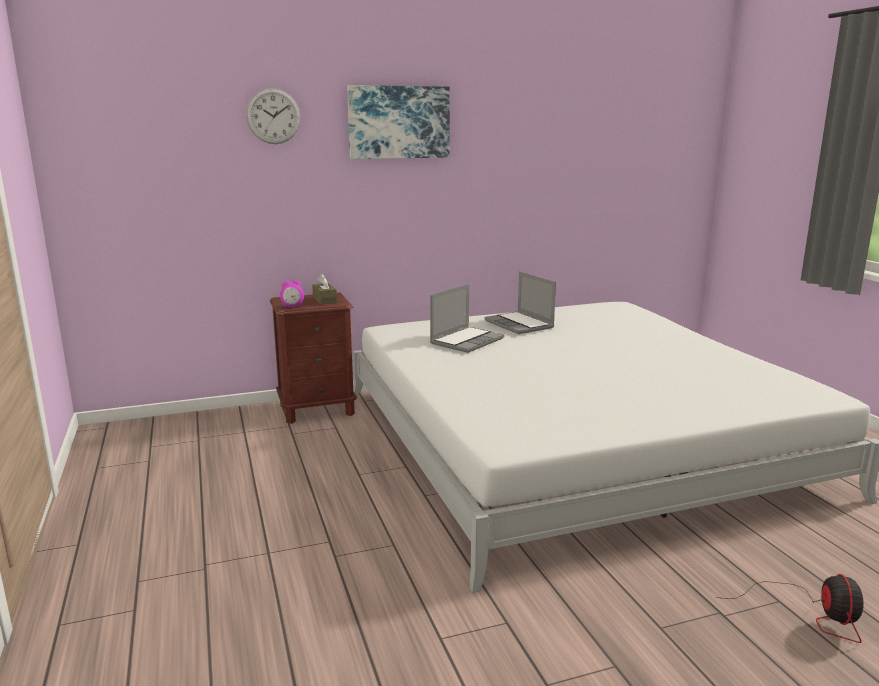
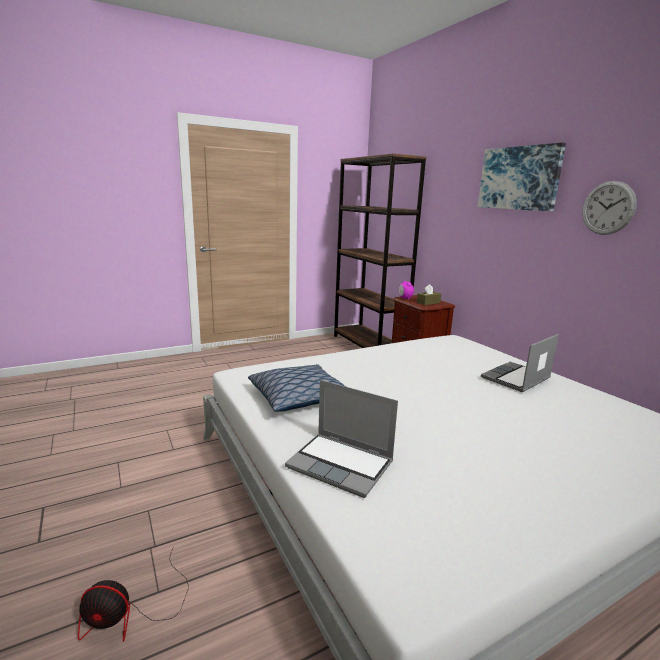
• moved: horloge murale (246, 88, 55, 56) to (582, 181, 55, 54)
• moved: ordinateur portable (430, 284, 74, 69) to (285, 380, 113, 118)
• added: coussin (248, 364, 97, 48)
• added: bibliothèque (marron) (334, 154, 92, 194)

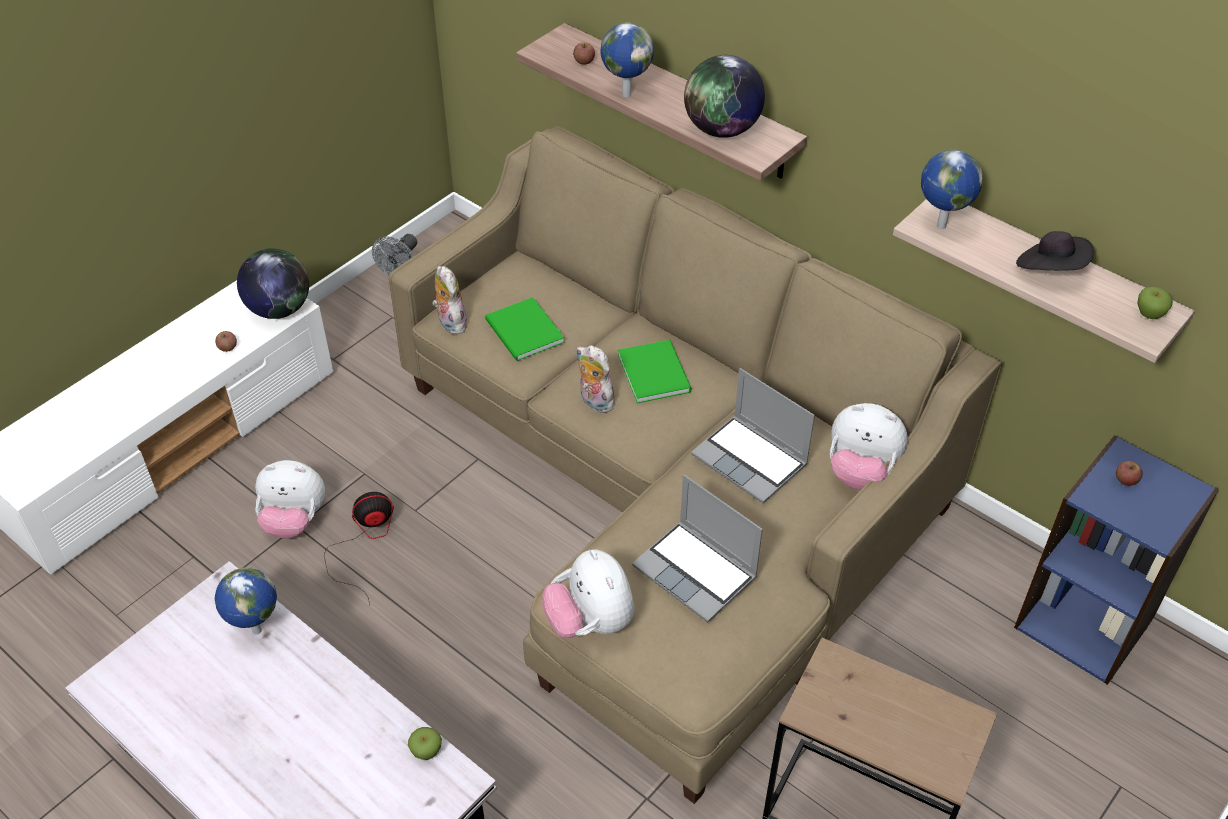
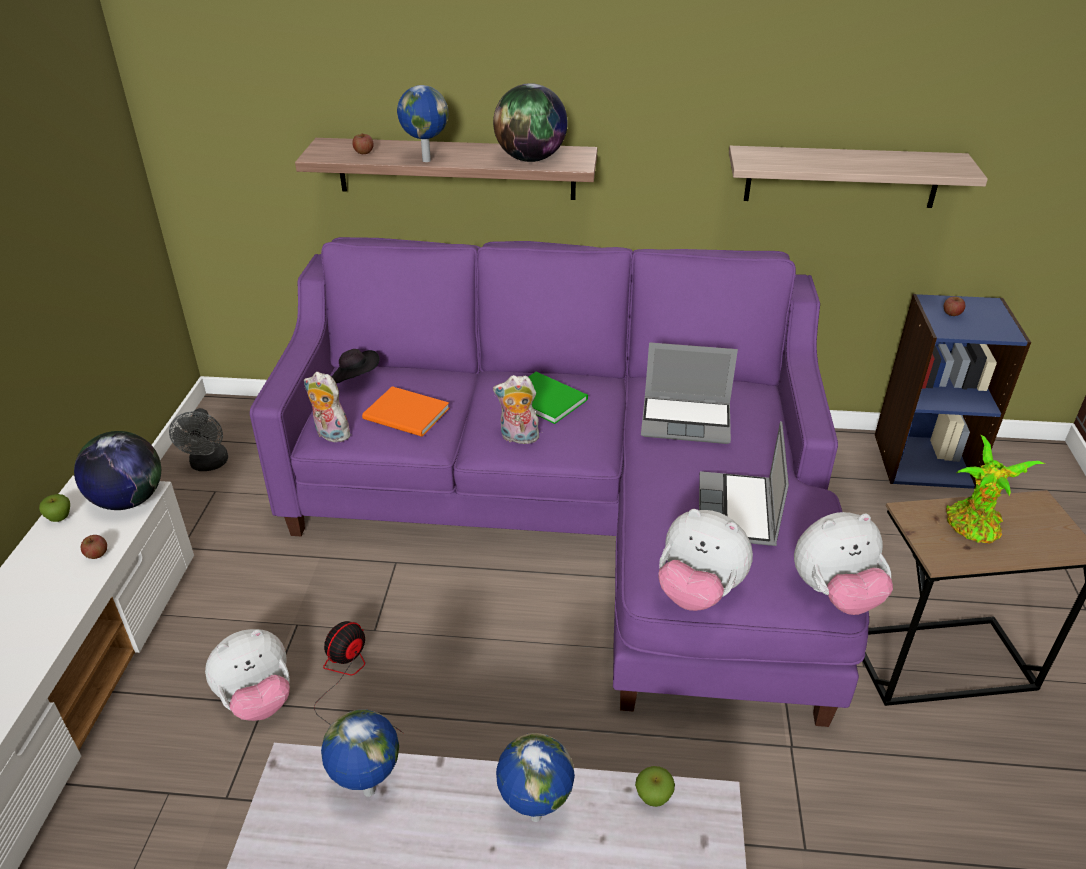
• recoloured: canapé (beige) (389, 126, 613, 678) to canapé (violet) (250, 237, 619, 490)
• recoloured: livre (vert) (485, 297, 80, 64) to livre (orange) (362, 386, 87, 51)
• turned: ordinateur portable (632, 474, 131, 149) = (699, 421, 90, 125) 90 degrees clockwise
• moved: peluche (830, 403, 78, 87) to (794, 512, 99, 103)
• moved: globe (921, 150, 62, 79) to (496, 733, 79, 89)
• moved: chapeau (noir) (1016, 231, 78, 40) to (332, 349, 47, 34)
• moved: pomme (1137, 287, 35, 32) to (39, 494, 31, 28)
• added: plante en pot (946, 435, 99, 108)

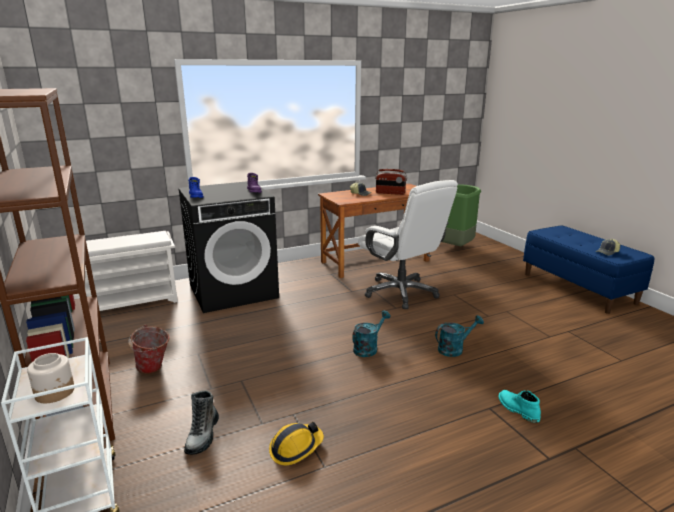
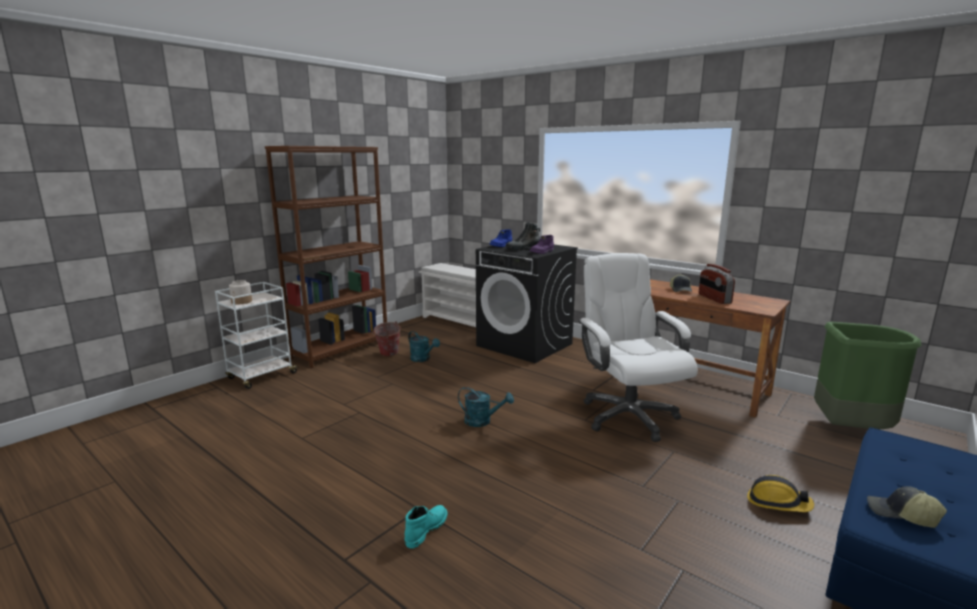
• moved: botte (184, 391, 35, 64) to (506, 222, 34, 28)
• moved: casque de chantier (269, 422, 55, 43) to (747, 475, 67, 37)
• turned: chaise de bureau (blanc) (358, 180, 100, 129) = (578, 253, 120, 189) 135 degrees clockwise
• moved: arrosoir (turquoise) (435, 315, 49, 42) to (408, 331, 32, 31)

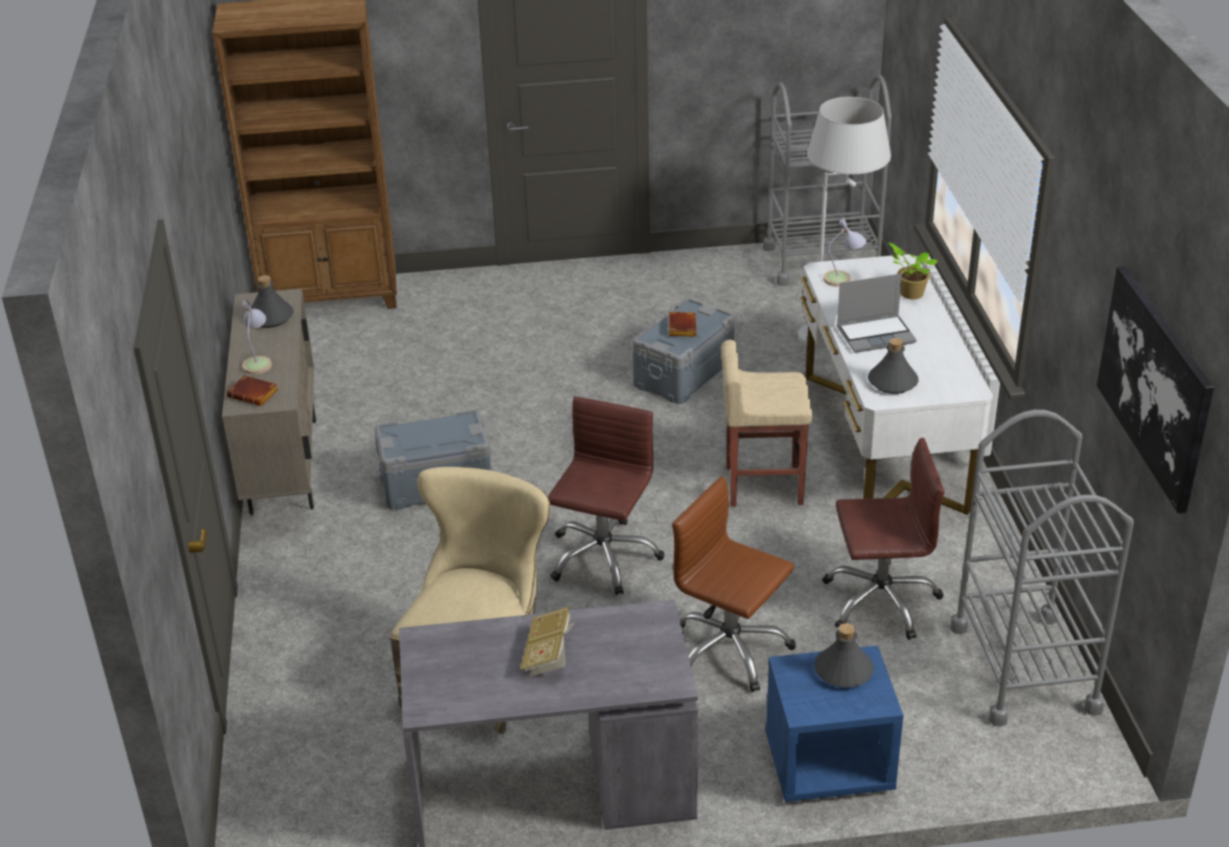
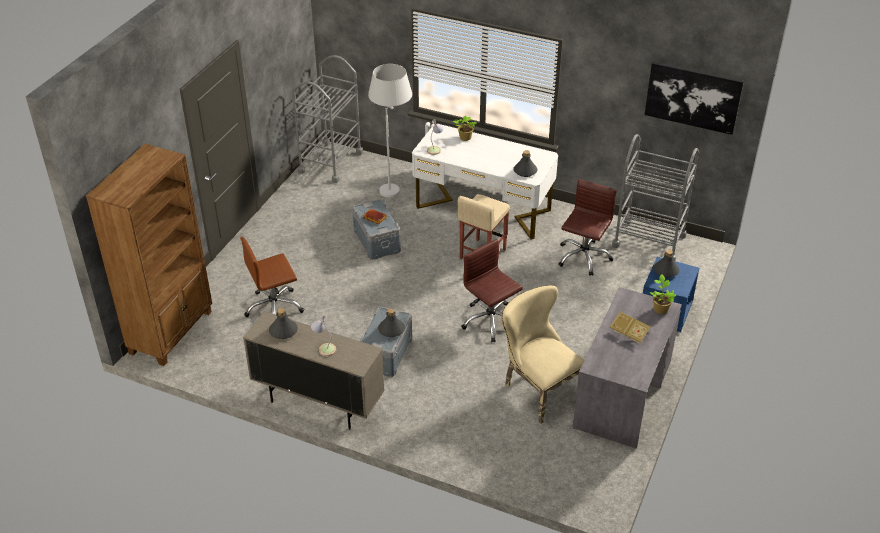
• removed: livre (marron) (227, 375, 52, 31)
• moved: chaise de bureau (marron) (672, 476, 124, 216) to (240, 237, 64, 80)
• removed: ordinateur portable (837, 273, 80, 80)
• added: bouteille (gris) (378, 308, 27, 29)
• added: plante en pot (650, 274, 27, 40)

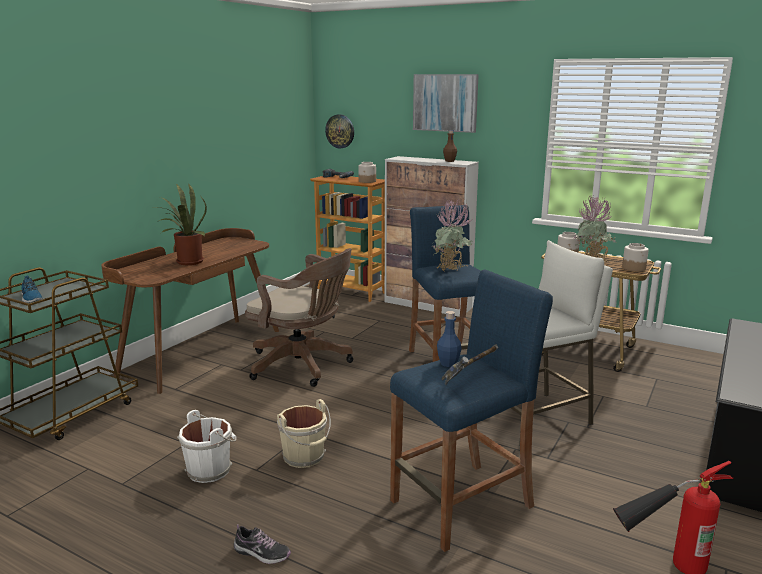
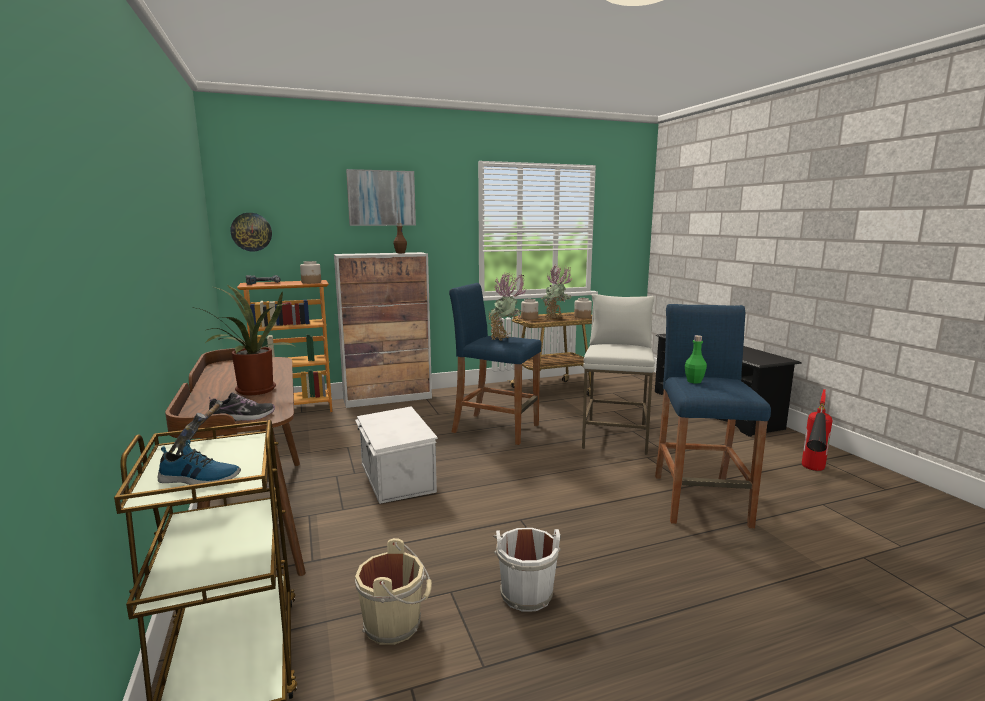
• moved: chaussure (234, 524, 57, 40) to (209, 392, 66, 29)
• replaced: chaise de bureau (marron) (245, 248, 108, 139) to boîte de rangement (blanc) (355, 406, 83, 98)
• moved: seau (beige) (277, 399, 54, 69) to (355, 538, 77, 107)
• recoloured: bouteille (bleu) (437, 311, 25, 56) to bouteille (vert) (685, 335, 22, 48)
• moved: marteau (441, 344, 57, 41) to (169, 400, 54, 55)

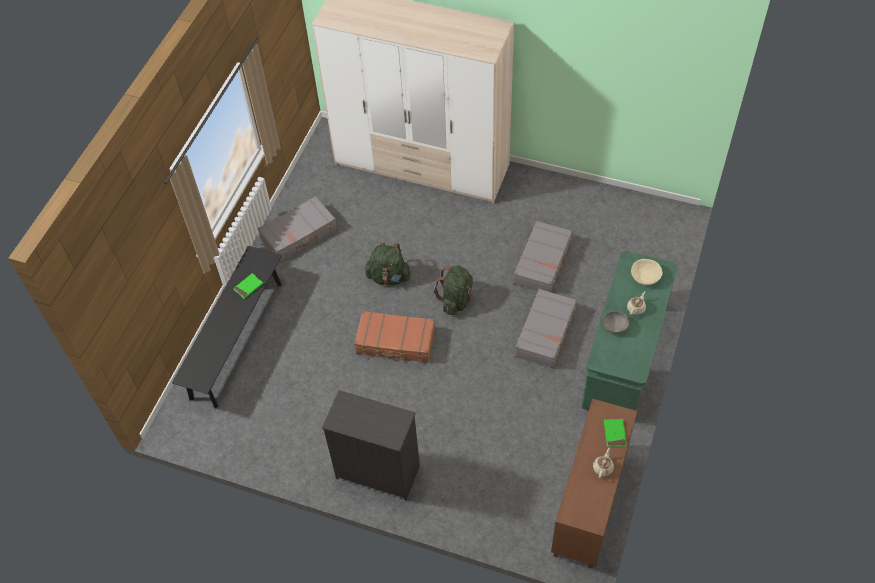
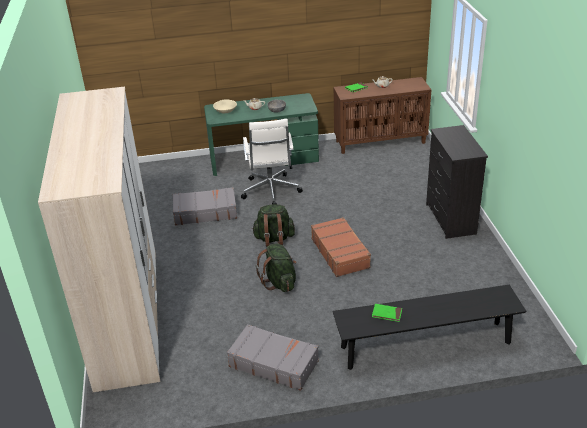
• replaced: valise (gris) (515, 289, 62, 79) to chaise de bureau (blanc) (241, 119, 62, 86)

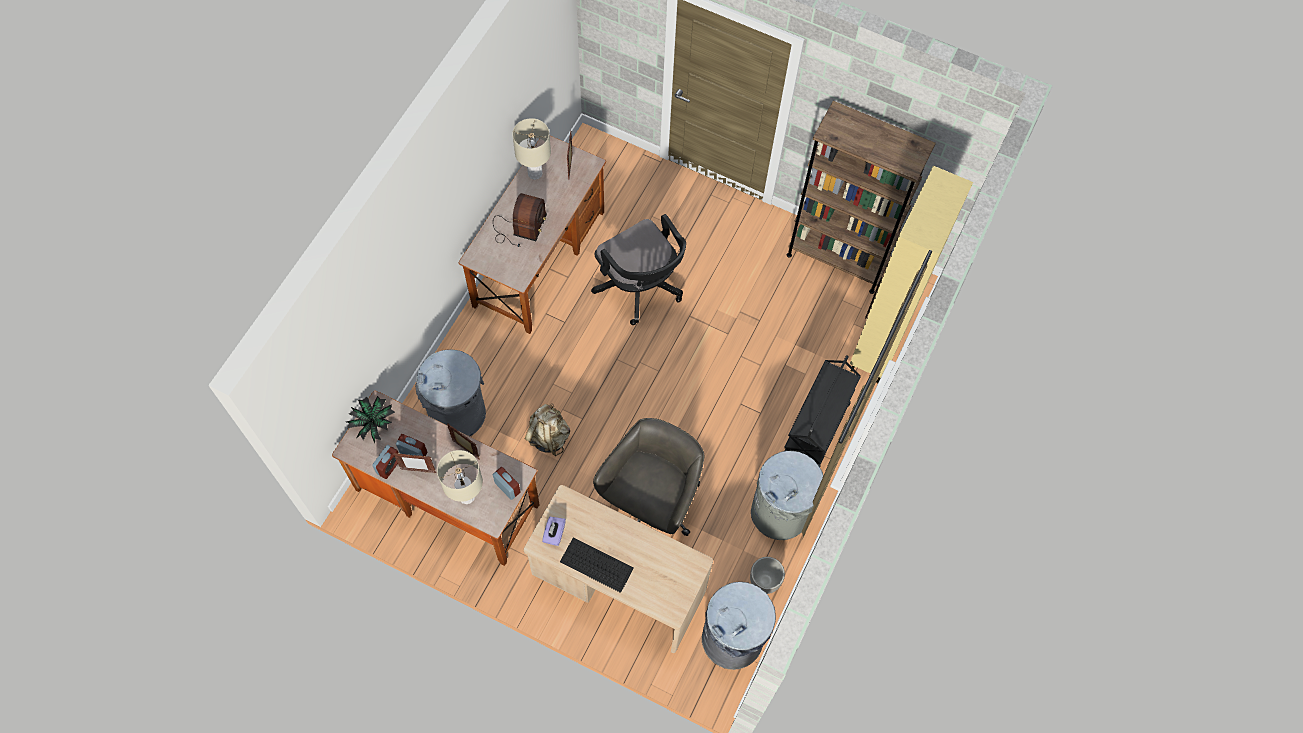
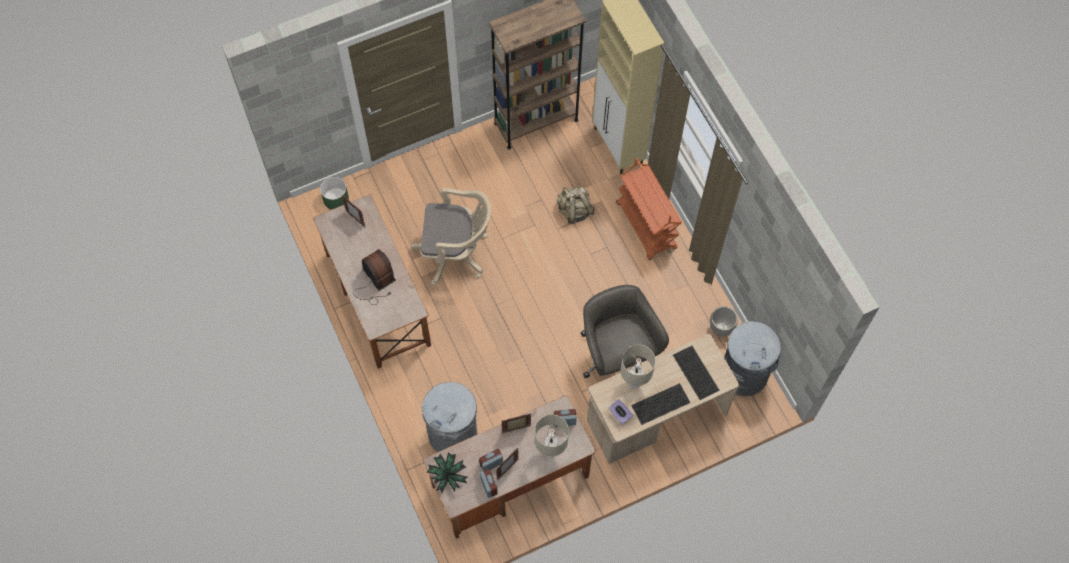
• moved: lampe de table (beige) (512, 118, 39, 62) to (620, 345, 36, 44)
• moved: sac à dos (beige) (525, 404, 45, 52) to (557, 187, 38, 37)
• recoloured: chaise de bureau (noir) (591, 214, 95, 111) to chaise de bureau (beige) (411, 188, 80, 97)
• removed: poubelle (gris) (751, 451, 72, 89)
• recoloured: chariot (noir) (784, 355, 77, 112) to chariot (orange) (616, 158, 66, 102)
• added: cache-pot (vert) (320, 177, 29, 33)
• added: clavier (673, 346, 47, 54)

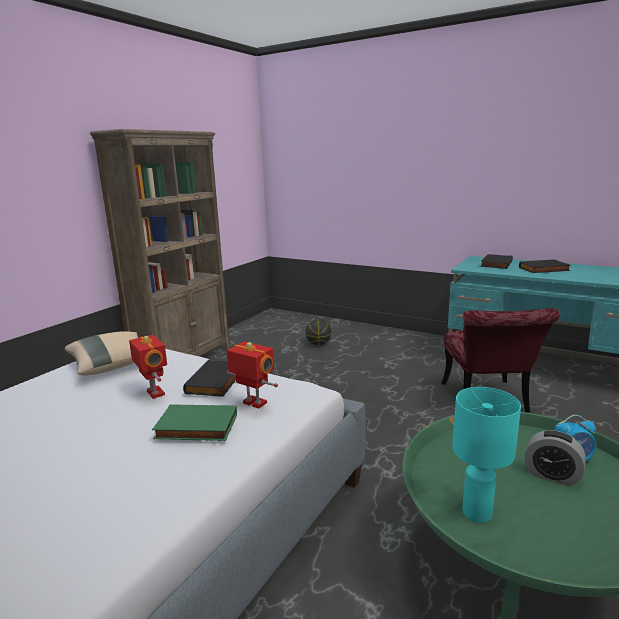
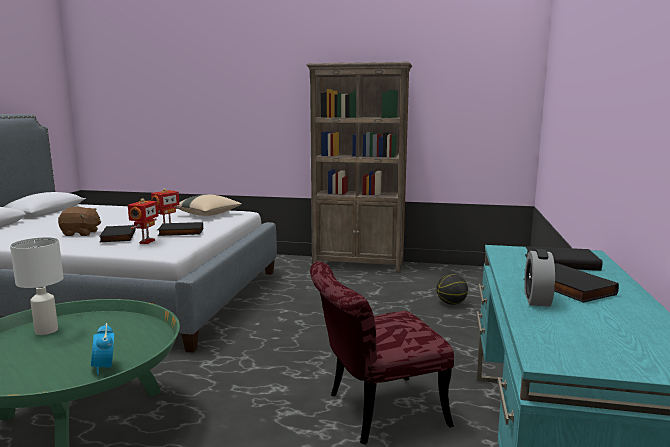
• recoloured: livre (vert) (152, 405, 85, 36) to livre (noir) (99, 225, 37, 17)
• recoloured: lampe de table (turquoise) (452, 387, 69, 136) to lampe de table (blanc) (10, 237, 53, 98)
• moved: réveil (525, 430, 61, 56) to (524, 249, 31, 58)
• added: peluche (marron) (58, 207, 43, 29)

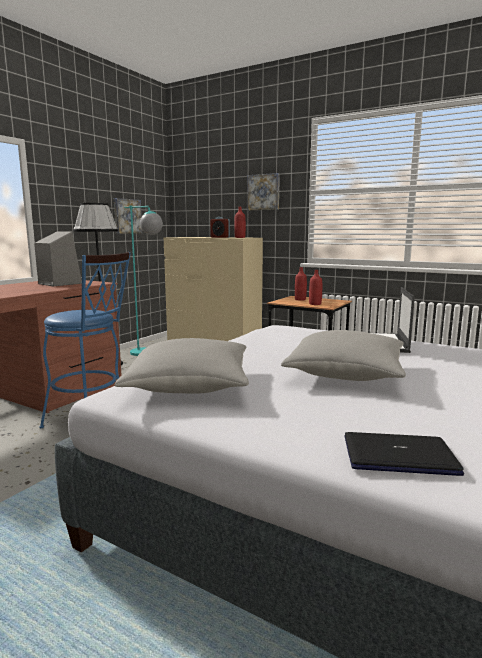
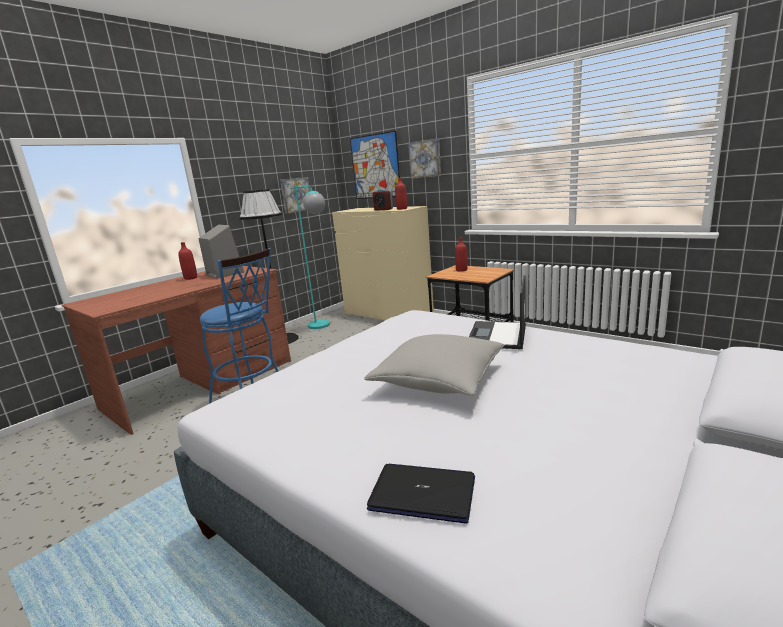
• removed: coussin (gris) (115, 338, 134, 56)
• moved: bouteille (rouge) (309, 270, 13, 35) to (178, 242, 19, 38)
• added: tableau (350, 131, 50, 68)

